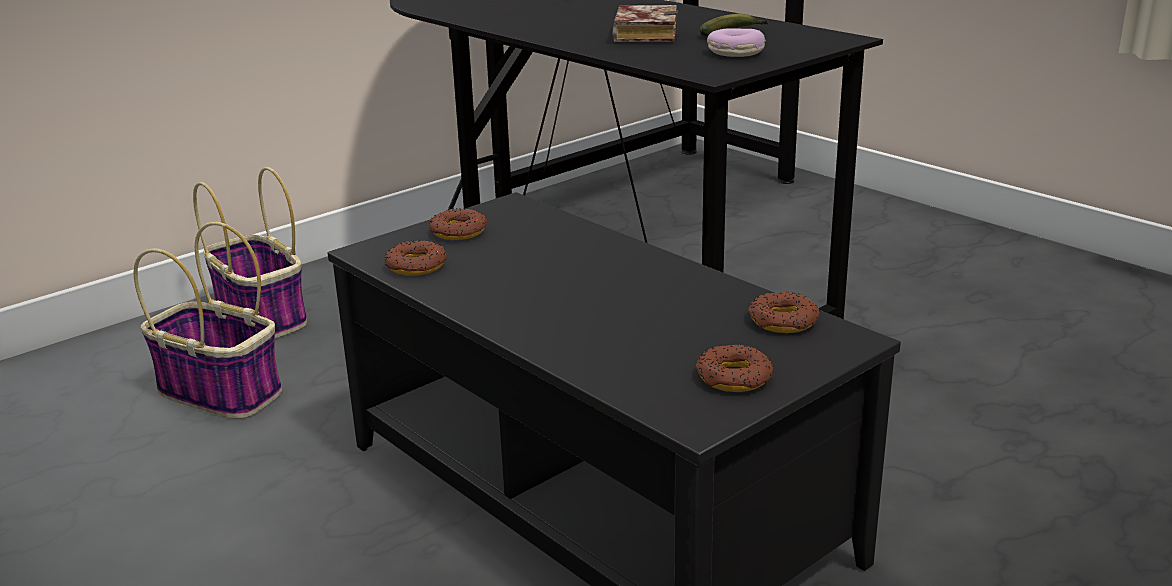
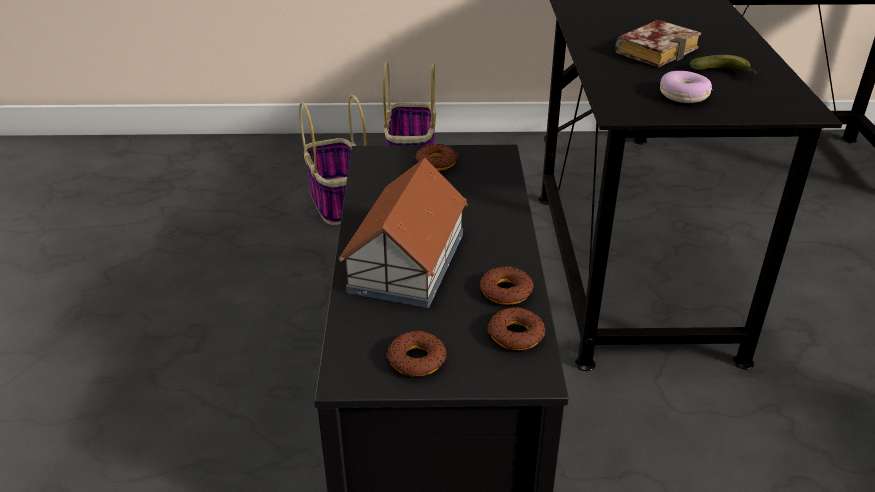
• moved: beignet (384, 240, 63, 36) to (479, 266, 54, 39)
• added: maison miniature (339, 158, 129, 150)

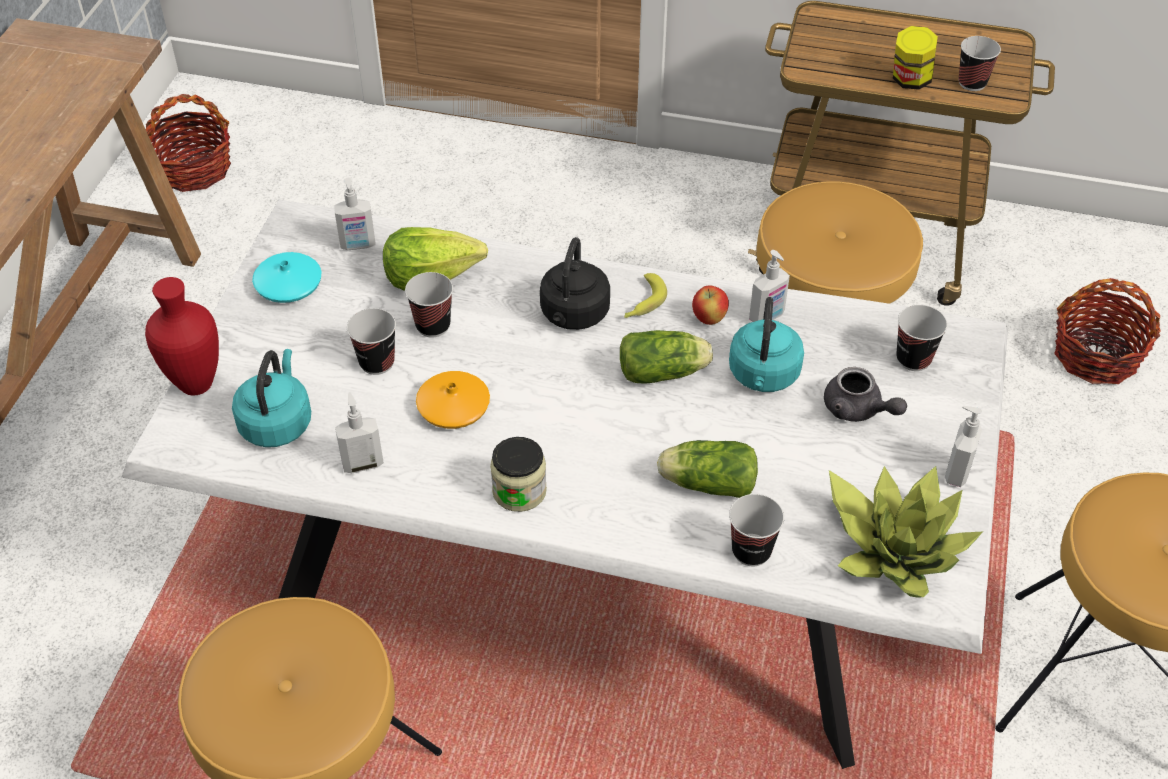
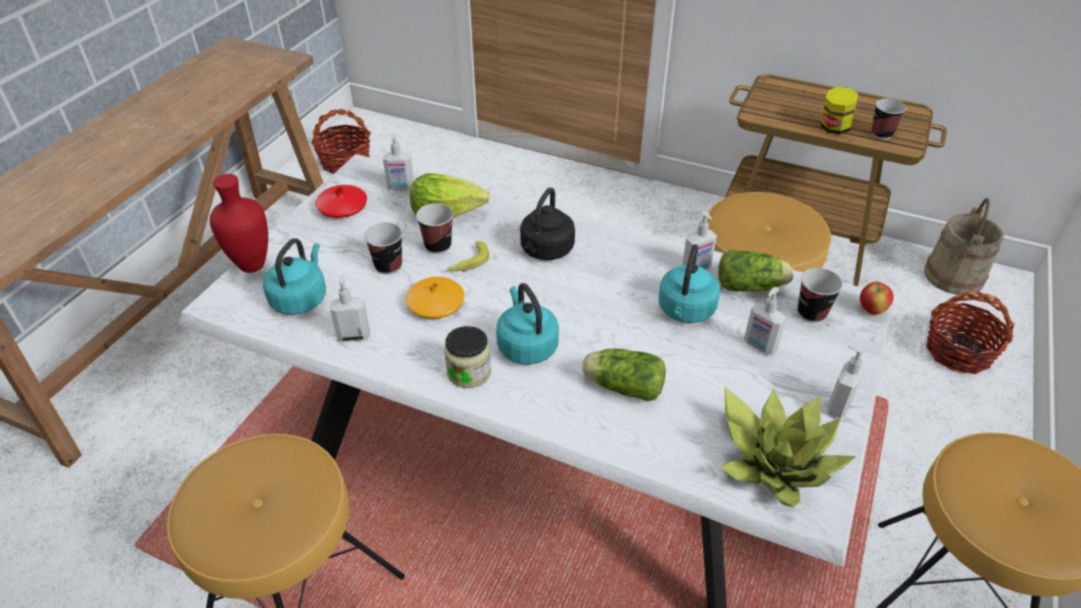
• recoloured: vase (turquoise) (252, 252, 69, 51) to vase (rouge) (316, 185, 51, 33)
• moved: laitue (620, 330, 93, 54) to (718, 250, 76, 41)
• moved: banane (624, 273, 43, 45) to (447, 241, 42, 30)
• moved: pomme (692, 285, 37, 40) to (860, 282, 33, 33)
• removed: tasse (729, 494, 55, 72)
• replaced: théière (gris) (824, 367, 83, 55) to distributeur de savon (744, 287, 42, 68)
• added: bouilloire (turquoise) (496, 283, 63, 82)
• added: seau (beige) (924, 198, 79, 97)

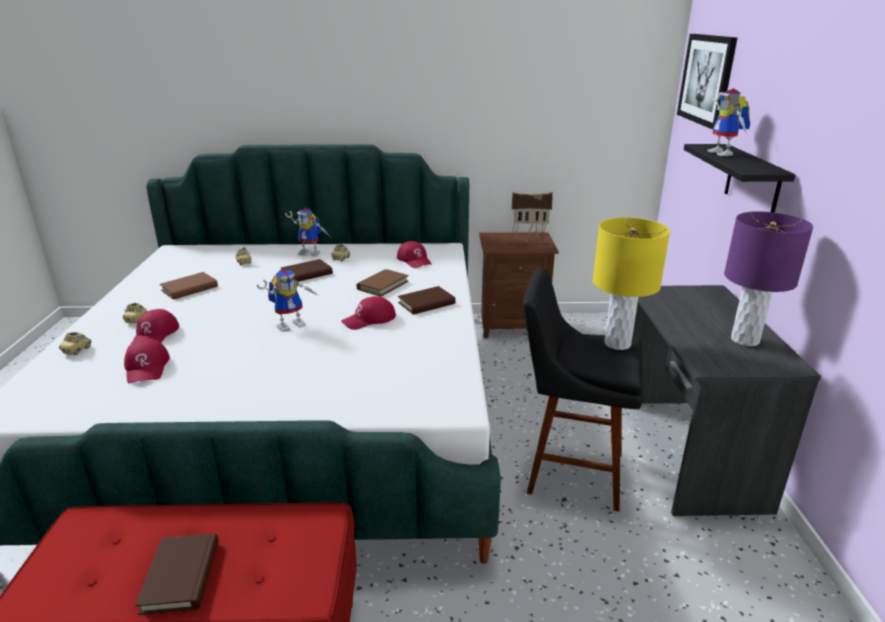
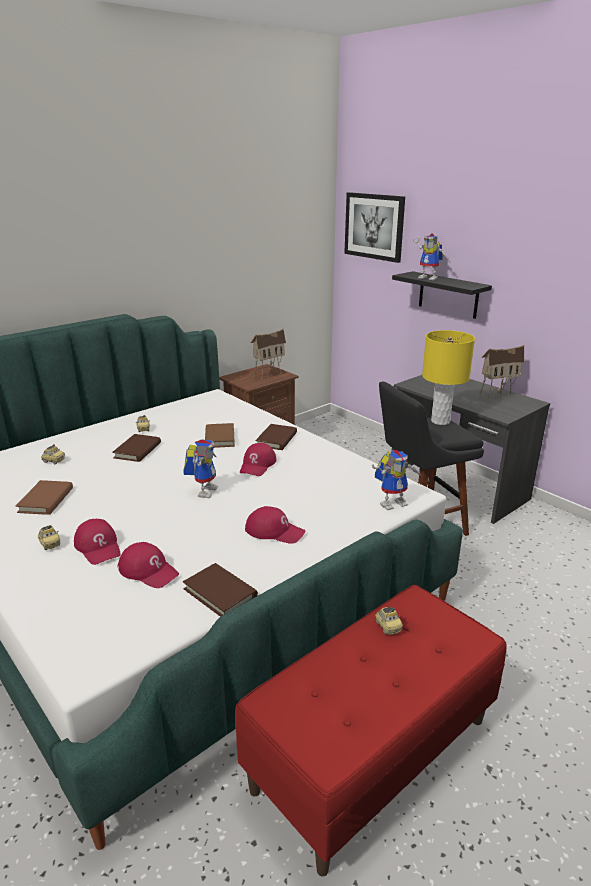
• moved: petite voiture (59, 332, 33, 23) to (375, 607, 28, 28)
• moved: livre (marron) (135, 534, 84, 81) to (183, 563, 75, 54)
• moved: robot jouet (285, 208, 45, 49) to (372, 450, 51, 60)
• moved: casquette (rouge) (397, 241, 35, 27) to (245, 506, 60, 38)
• replaced: lampe de table (violet) (724, 211, 89, 135) to maison miniature (479, 345, 46, 57)

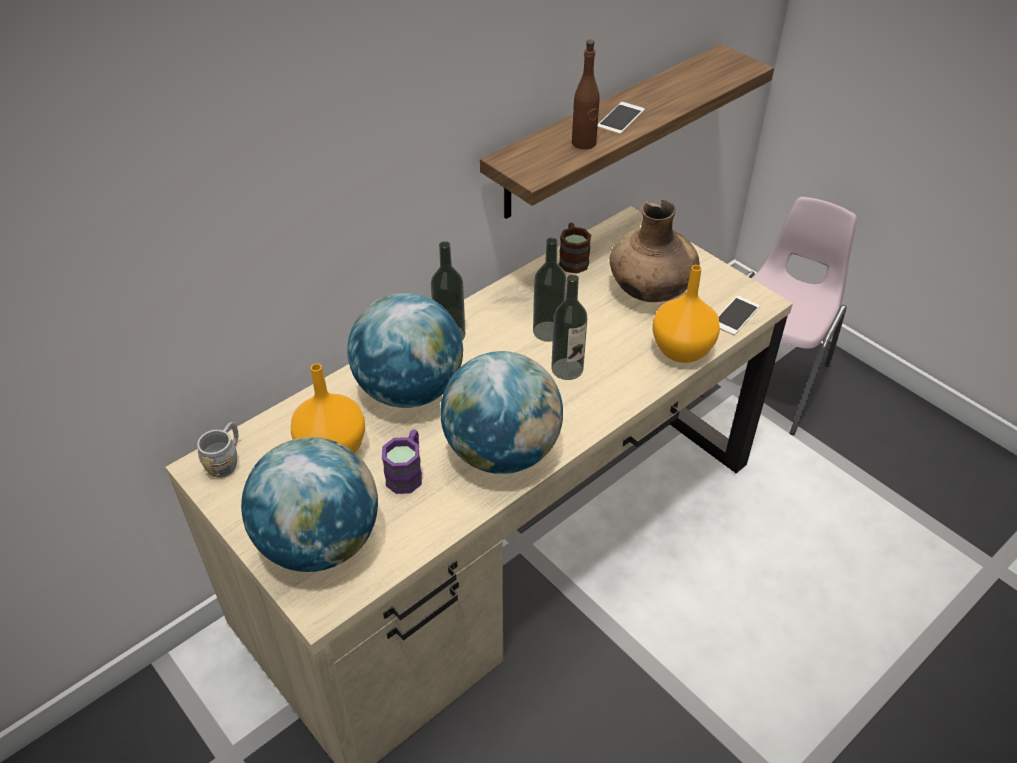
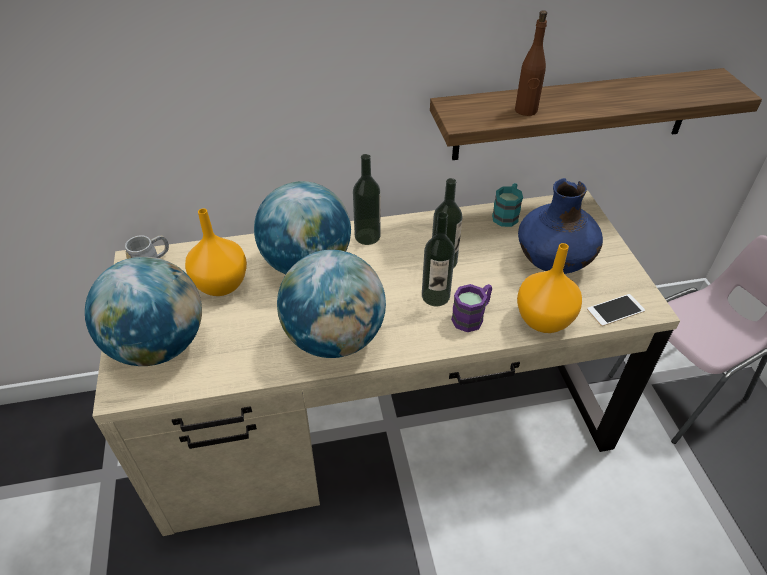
• moved: mug (violet) (382, 429, 40, 65) to (451, 284, 41, 48)
• recoloured: mug (marron) (559, 223, 32, 51) to mug (turquoise) (492, 183, 31, 44)
• removed: téléphone (597, 102, 48, 32)
• recoloured: vase (marron) (609, 199, 91, 103) to vase (bleu) (518, 178, 85, 96)

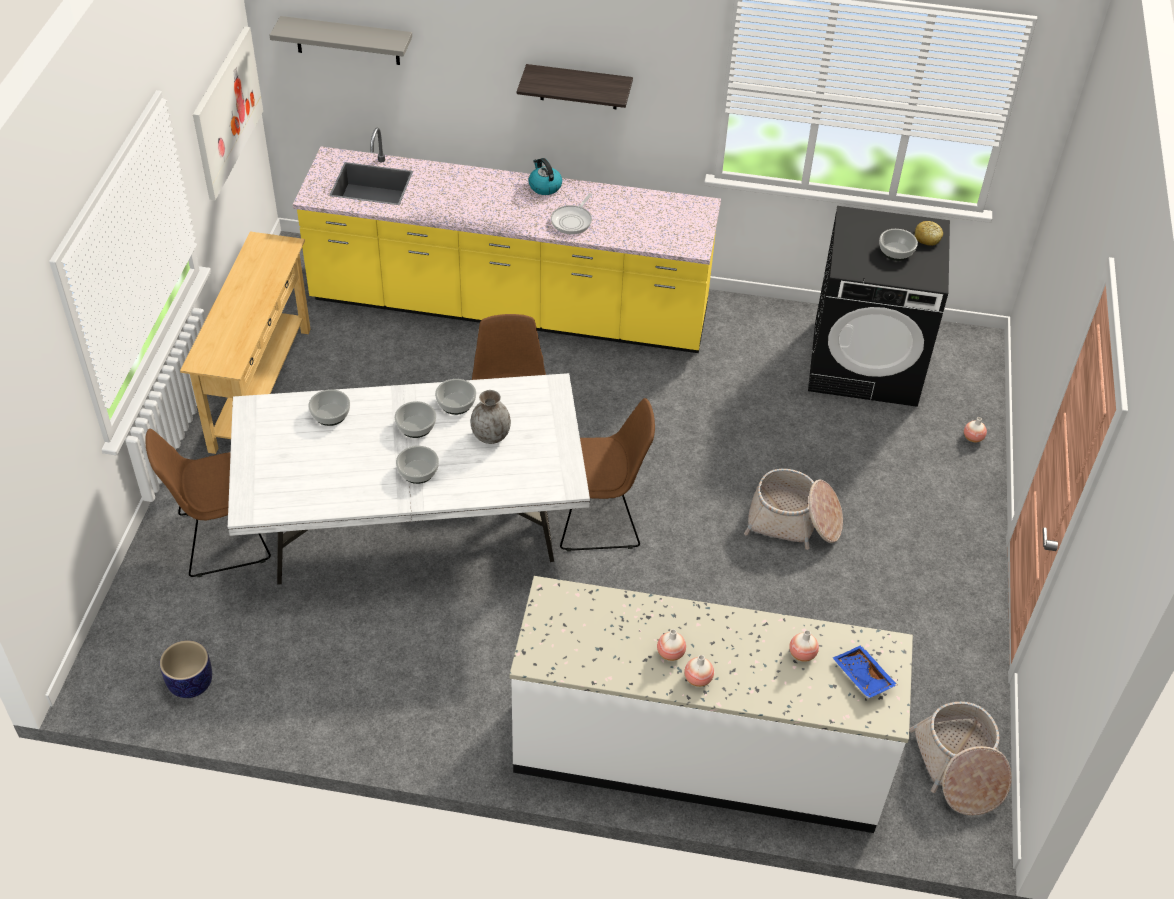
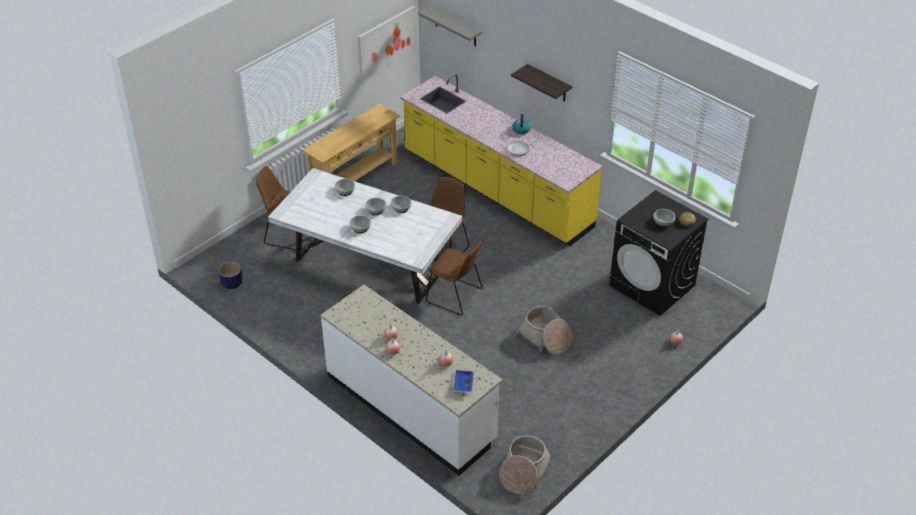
• removed: vase (gris) (470, 390, 41, 54)

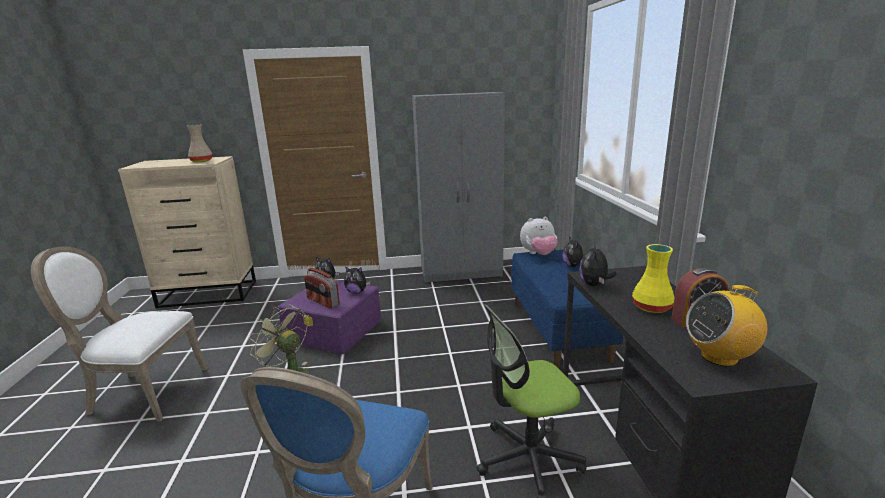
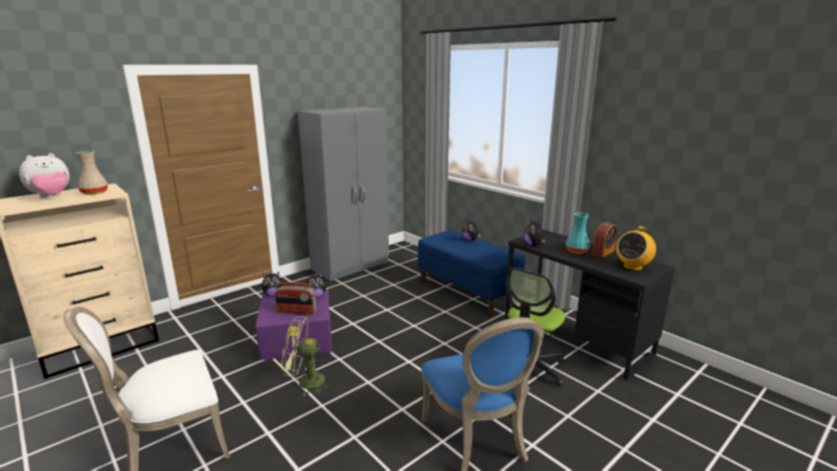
• moved: peluche (520, 217, 38, 38) to (19, 153, 51, 45)
• recoloured: vase (jaune) (632, 244, 42, 69) to vase (turquoise) (565, 212, 25, 42)

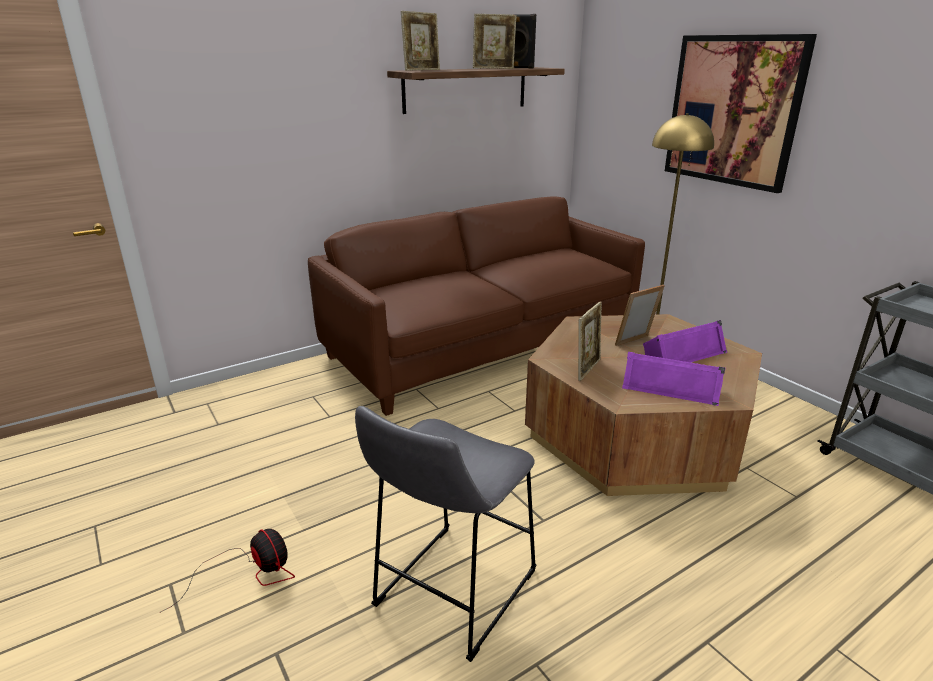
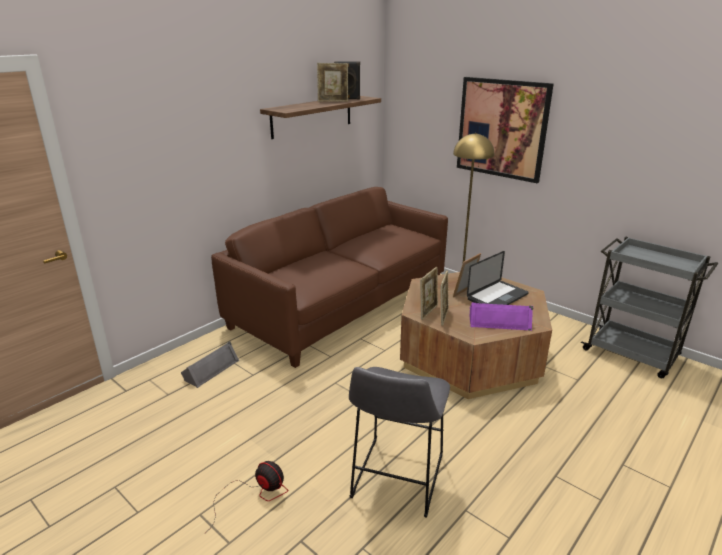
• moved: cadre photo (401, 11, 39, 60) to (420, 267, 18, 53)
• replaced: enceinte (violet) (643, 320, 84, 43) to ordinateur portable (467, 251, 62, 54)
• added: enceinte (gris) (181, 341, 58, 47)

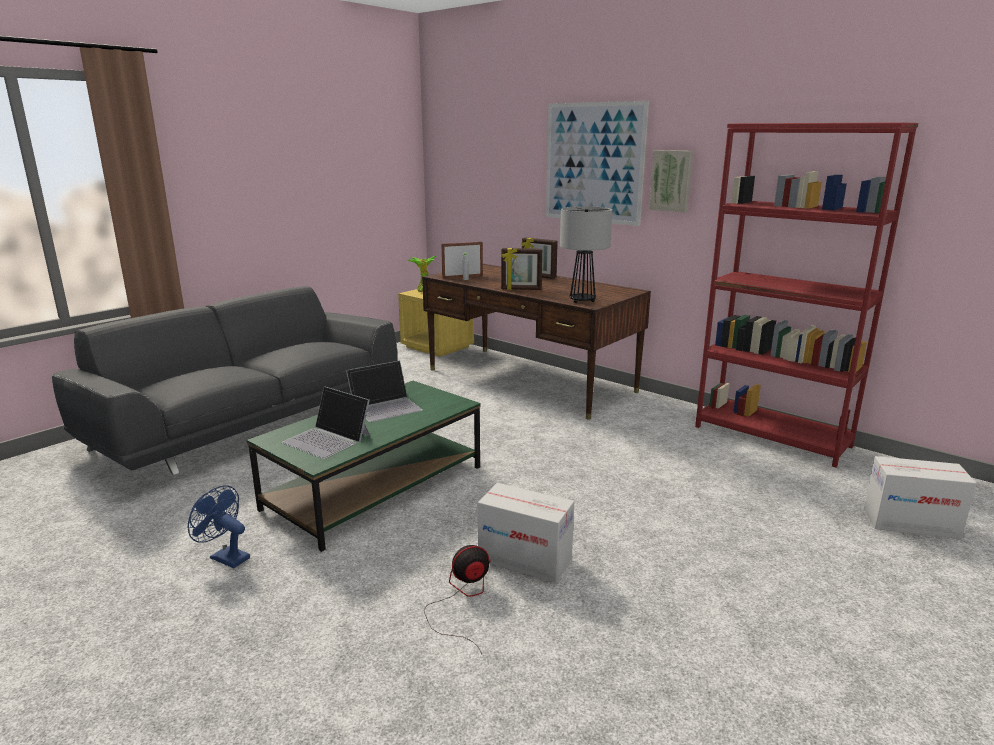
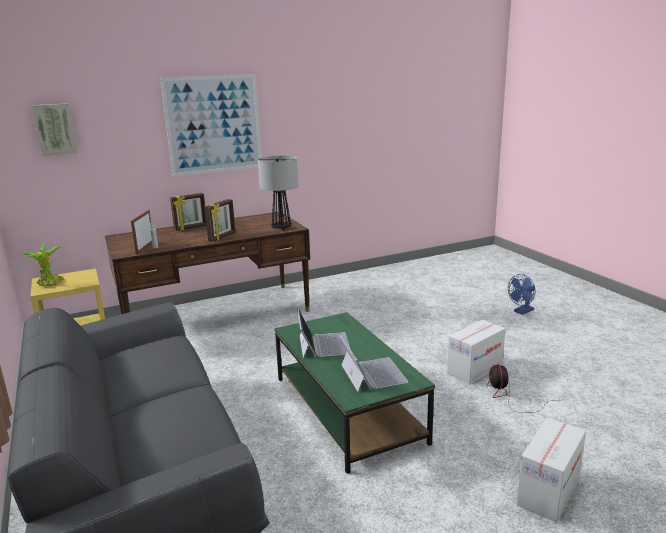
• moved: ventilateur (bleu) (188, 485, 62, 83) to (508, 274, 28, 41)
• turned: ordinateur portable (281, 386, 90, 73) = (339, 335, 69, 57) 75 degrees counterclockwise
• moved: tableau (649, 150, 44, 63) to (32, 103, 46, 53)
• removed: bibliothèque (rouge) (695, 122, 223, 346)
• moved: carton (864, 456, 113, 83) to (517, 418, 69, 105)

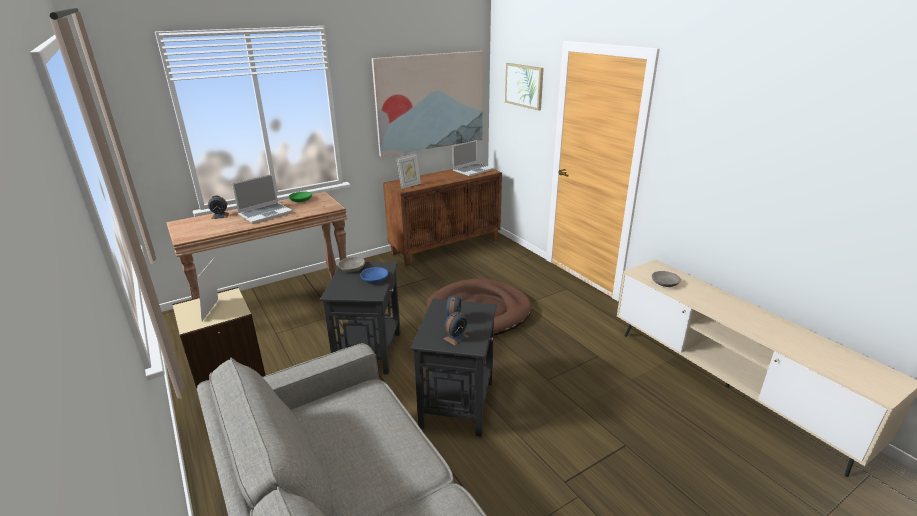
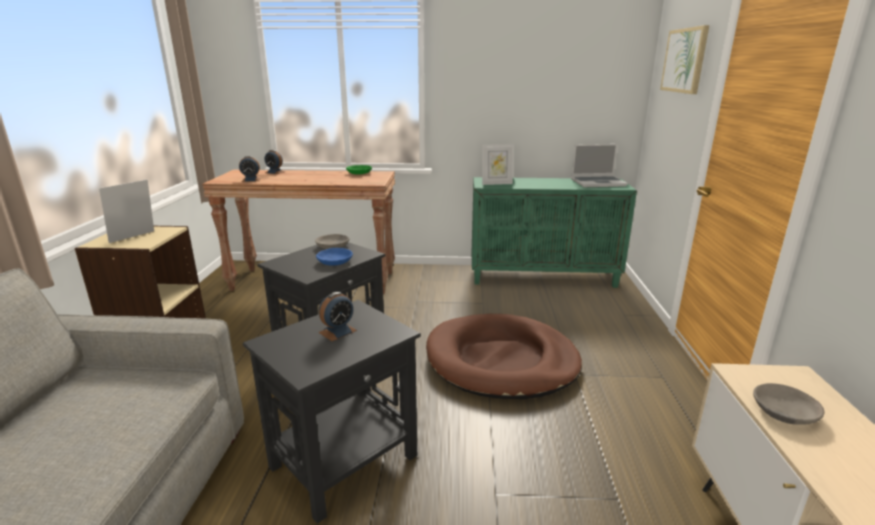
• removed: ordinateur portable (232, 174, 61, 50)
• removed: tableau (372, 51, 111, 106)
• recoloured: meuble de rangement (marron) (383, 164, 119, 103) to meuble de rangement (vert) (472, 177, 165, 111)
• moved: réveil (444, 311, 25, 35) to (239, 156, 22, 26)

